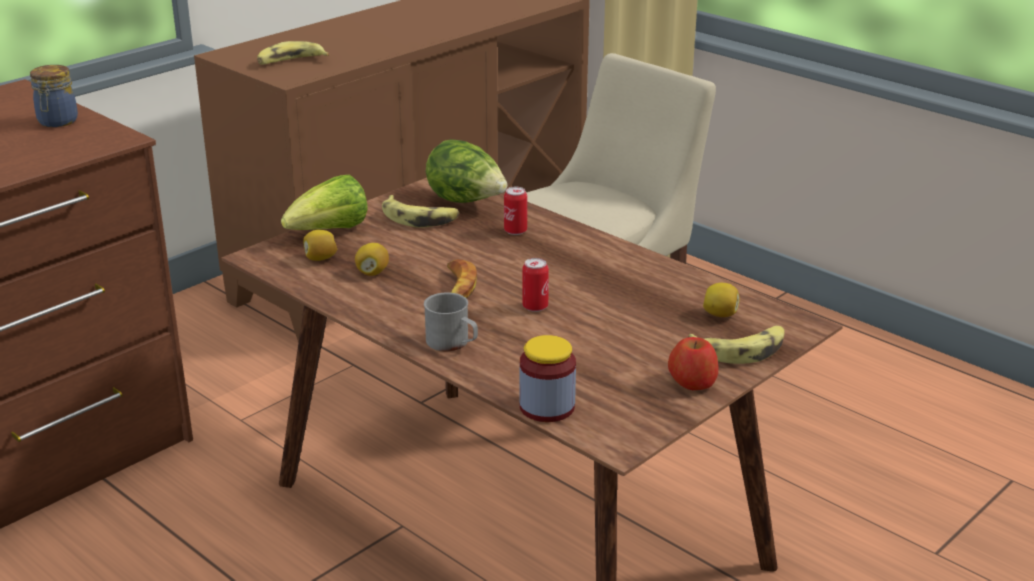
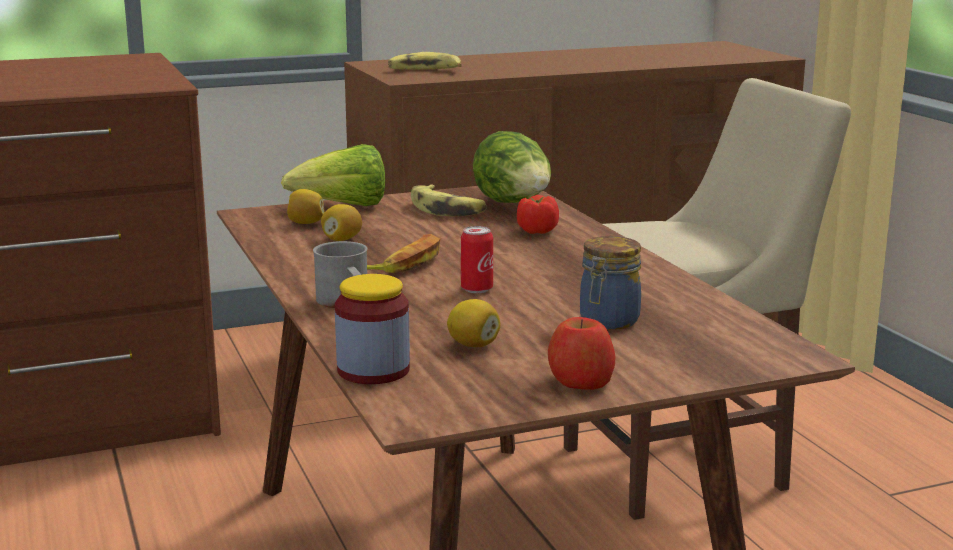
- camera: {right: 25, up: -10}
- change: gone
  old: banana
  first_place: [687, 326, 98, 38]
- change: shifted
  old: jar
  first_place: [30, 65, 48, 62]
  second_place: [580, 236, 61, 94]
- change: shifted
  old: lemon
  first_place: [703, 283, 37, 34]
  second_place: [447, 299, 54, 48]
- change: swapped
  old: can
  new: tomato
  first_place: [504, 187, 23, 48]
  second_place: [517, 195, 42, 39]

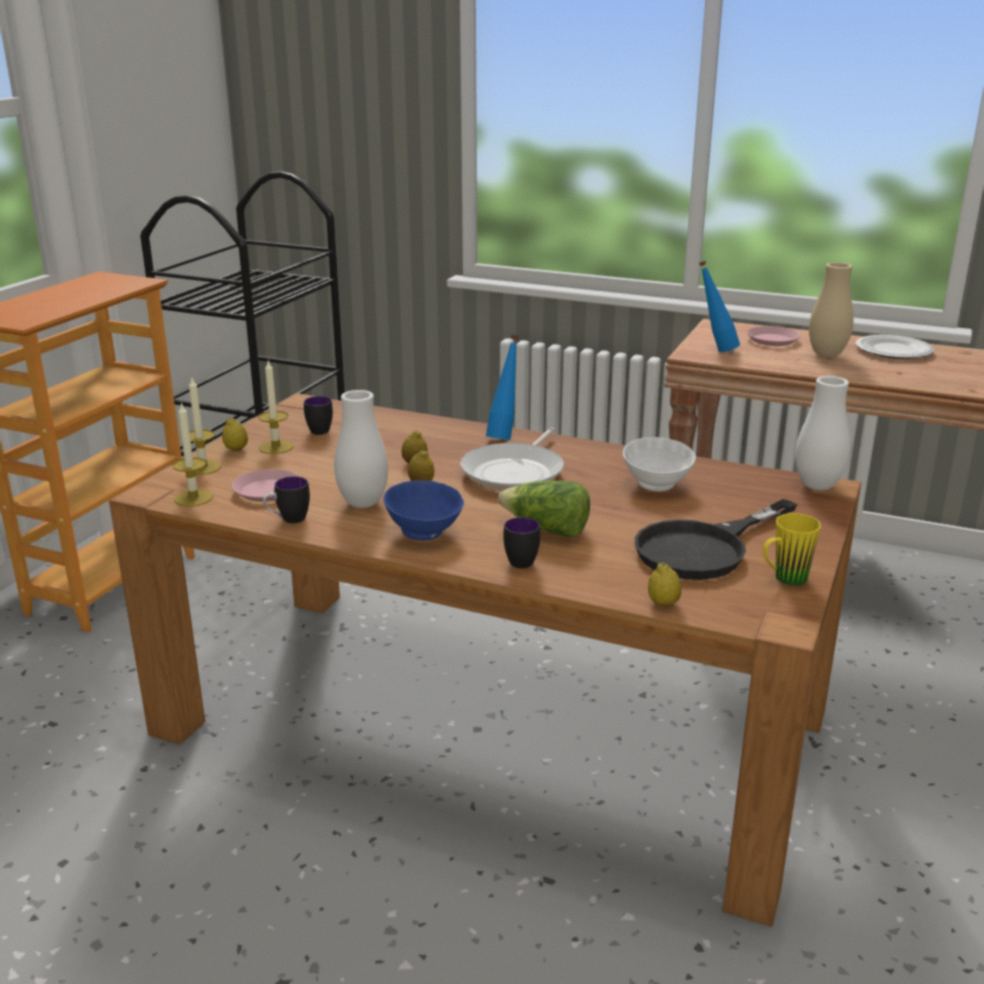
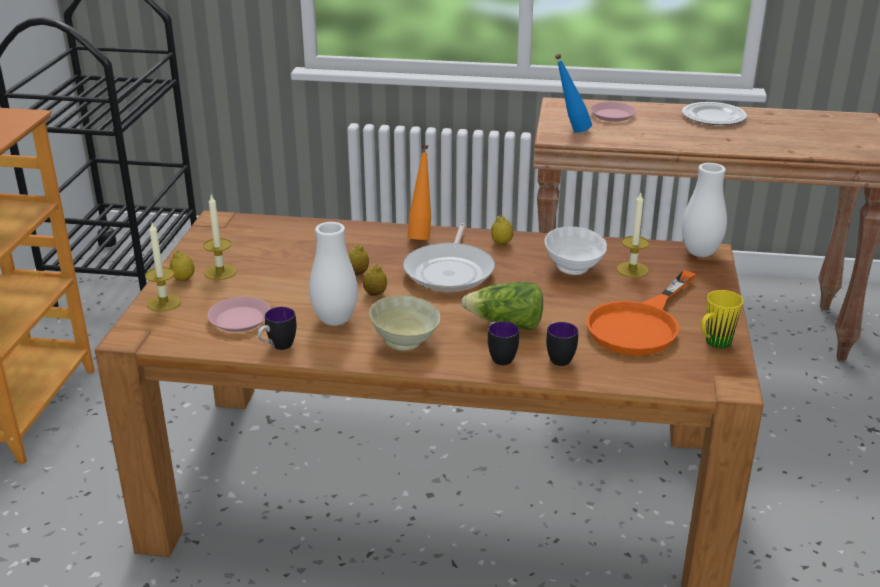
- camera: {right: -15, up: 5}
- change: gone
  old: vase/beige
  first_place: [809, 262, 45, 95]
- change: shifted
  old: candle
  first_place: [173, 402, 40, 105]
  second_place: [617, 193, 32, 85]
- change: shifted
  old: mug
  first_place: [304, 396, 29, 39]
  second_place: [546, 322, 32, 44]
- change: shifted
  old: lemon
  first_place: [648, 563, 33, 43]
  second_place: [491, 216, 22, 28]
- change: repainted
  old: bowl/blue
  new: bowl/beige
  first_place: [383, 480, 81, 60]
  second_place: [369, 295, 71, 56]
- change: repainted
  old: bottle/blue
  new: bottle/orange
  first_place: [486, 335, 33, 105]
  second_place: [407, 145, 24, 95]
- change: repainted
  old: frying pan/black
  new: frying pan/orange
  first_place: [635, 499, 162, 81]
  second_place: [586, 270, 110, 86]

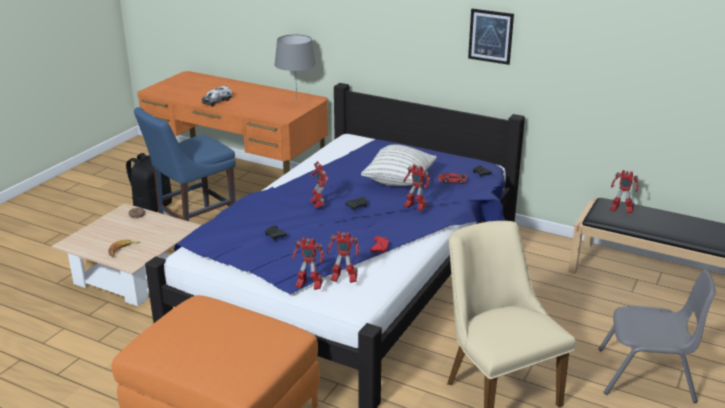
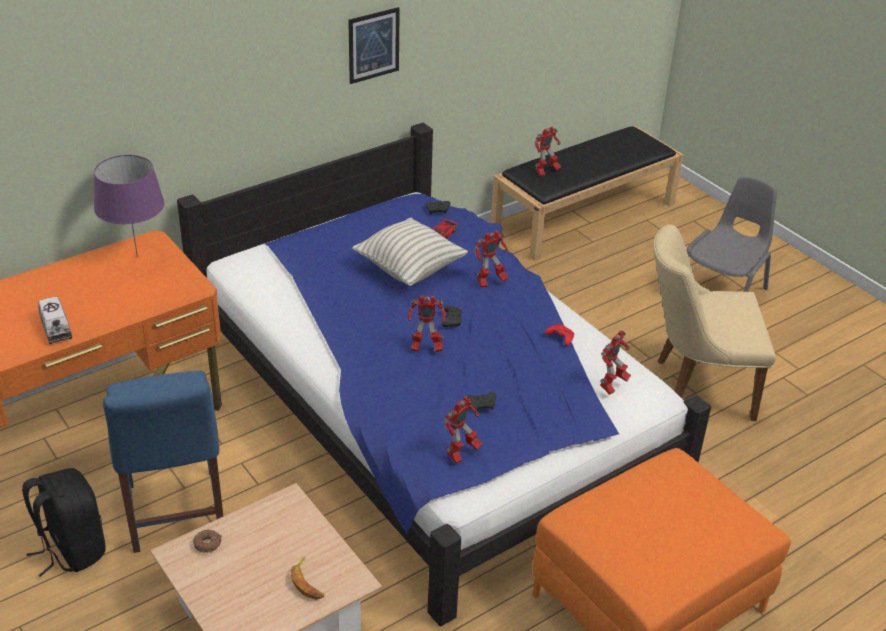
- camera: {right: -65, up: 10}
- change: shifted
  old: toy robot
  first_place: [292, 237, 32, 53]
  second_place: [444, 396, 39, 68]
- change: repainted
  old: table lamp/grey
  new: table lamp/purple
  first_place: [274, 34, 42, 66]
  second_place: [94, 155, 71, 102]

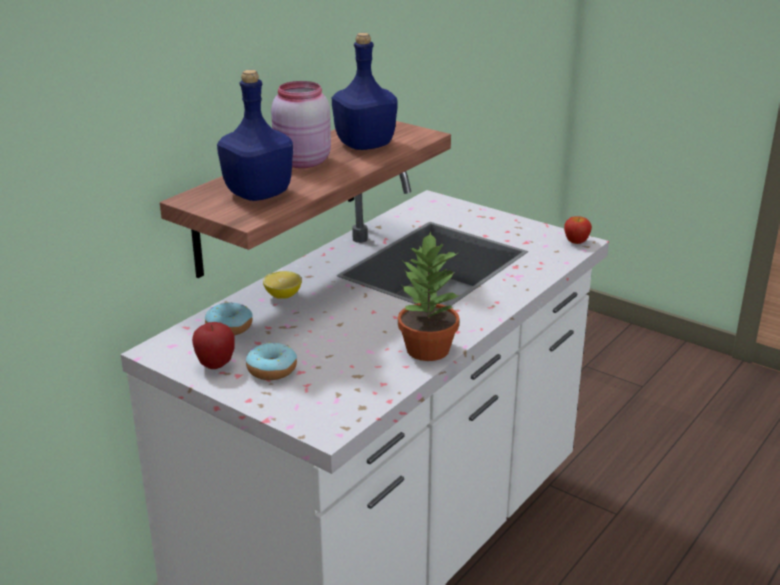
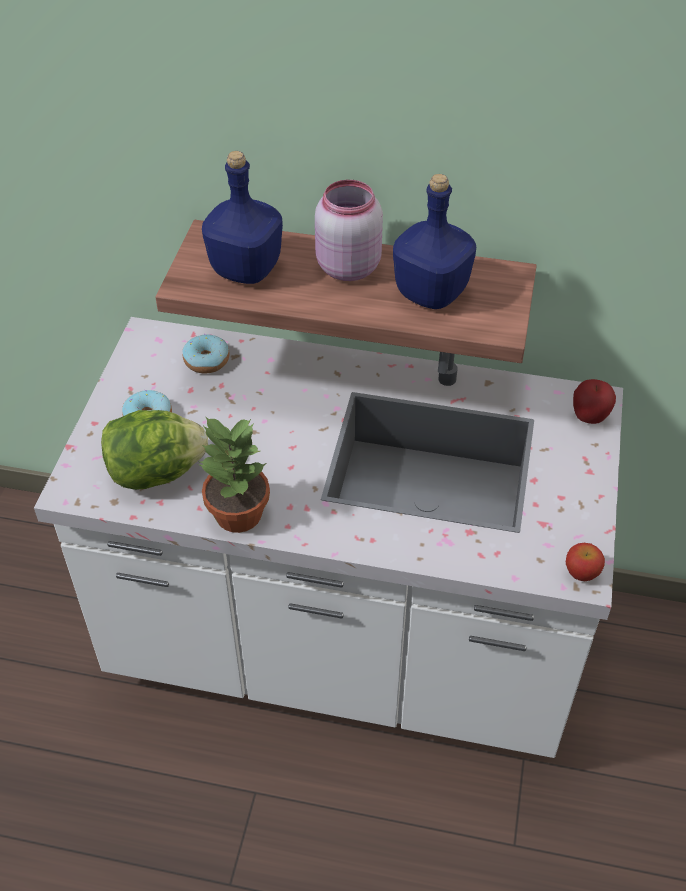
- camera: {right: 65, up: 20}
- change: gone
  old: lemon
  first_place: [263, 271, 39, 28]
- change: new
  new: lettuce
  second_place: [101, 410, 107, 80]
- change: shifted
  old: apple
  first_place: [192, 322, 43, 47]
  second_place: [573, 379, 43, 45]

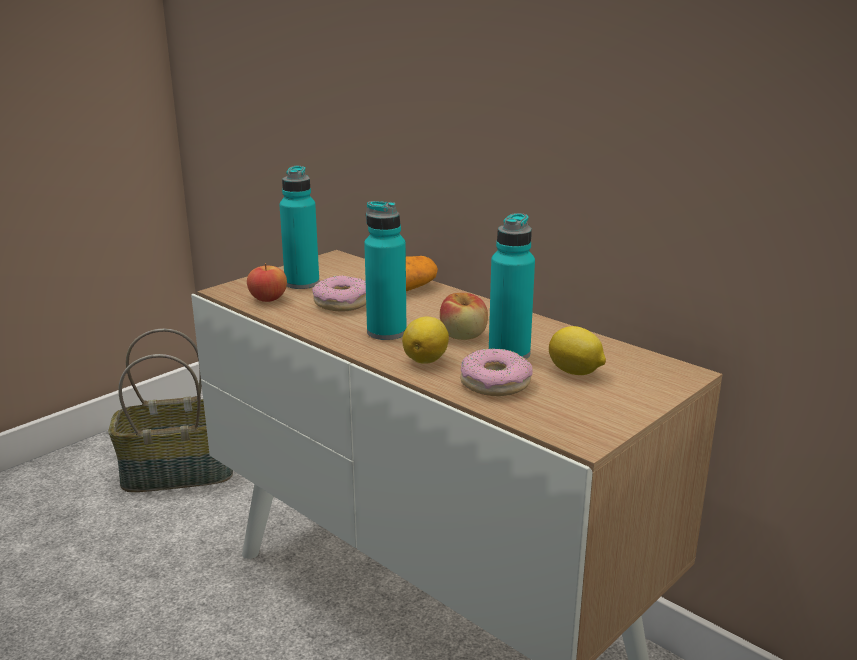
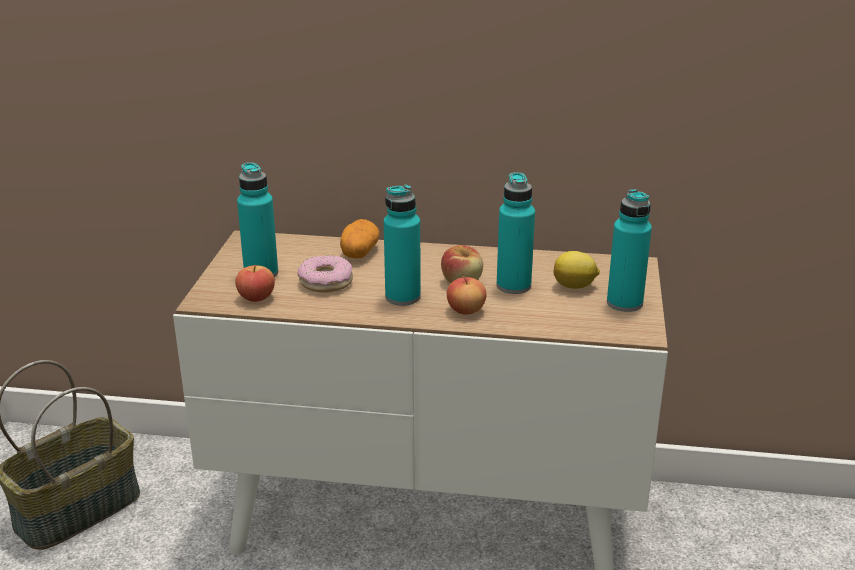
- camera: {right: -35, up: 5}
- change: gone
  old: donut
  first_place: [460, 348, 73, 48]
- change: new
  new: bottle/turquoise
  second_place: [607, 189, 45, 123]
- change: swapped
  old: lemon
  new: apple
  first_place: [402, 316, 47, 48]
  second_place: [447, 276, 39, 39]

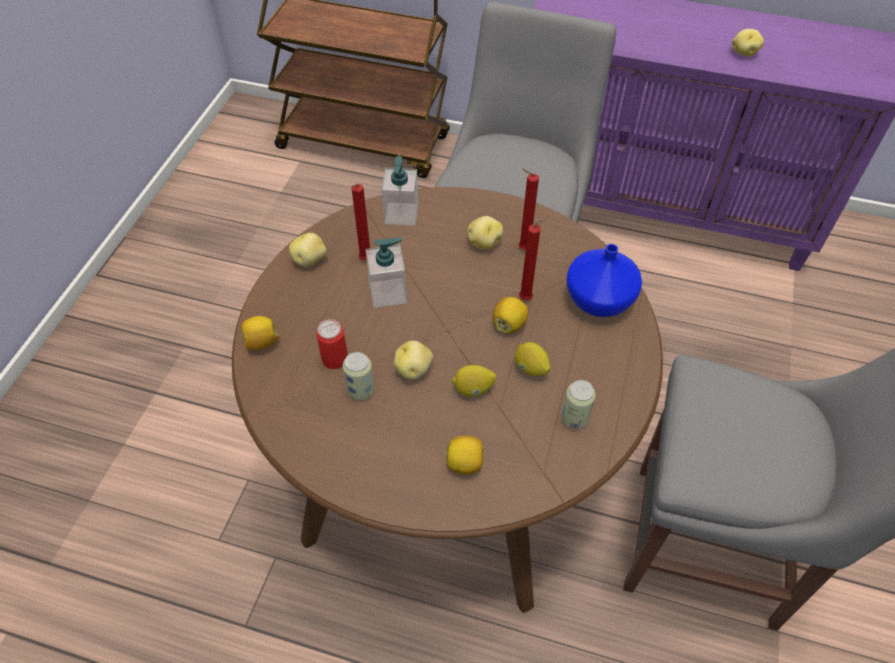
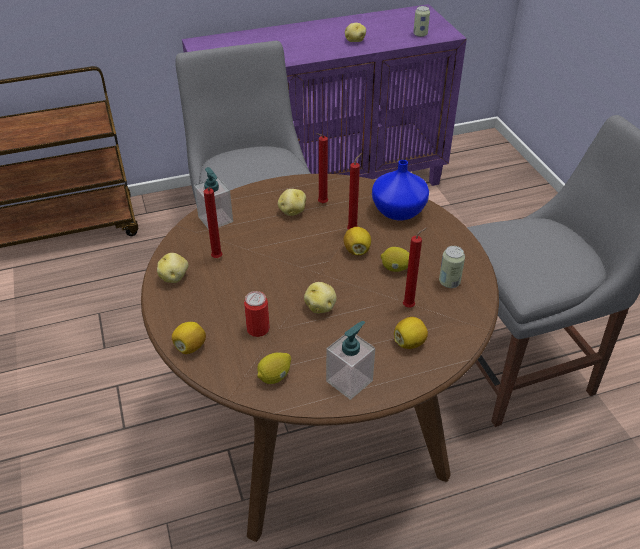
- camera: {right: -35, up: -10}
- change: new
  new: candle/red
  second_place: [403, 227, 24, 81]
- change: shifted
  old: can
  first_place: [343, 352, 32, 48]
  second_place: [413, 6, 17, 31]
- change: shifted
  old: soap dispenser
  first_place: [366, 238, 41, 70]
  second_place: [326, 321, 49, 79]
- change: shifted
  old: lemon
  first_place: [452, 365, 44, 32]
  second_place: [257, 353, 34, 31]

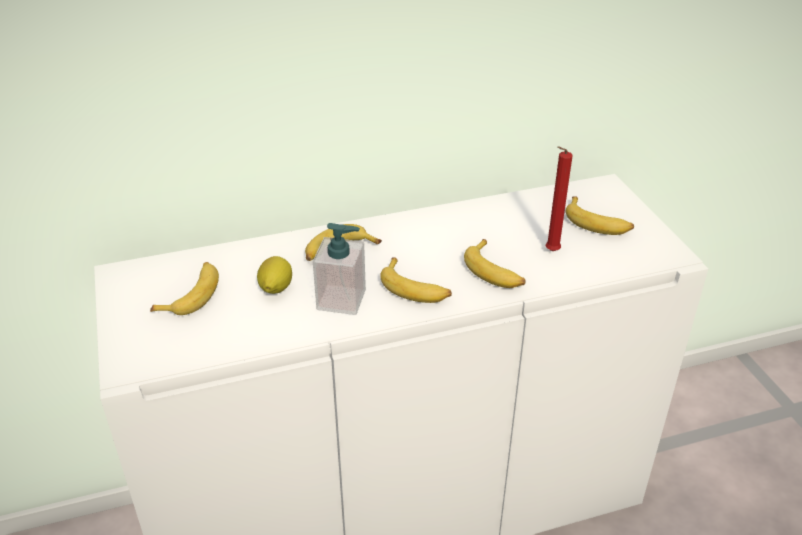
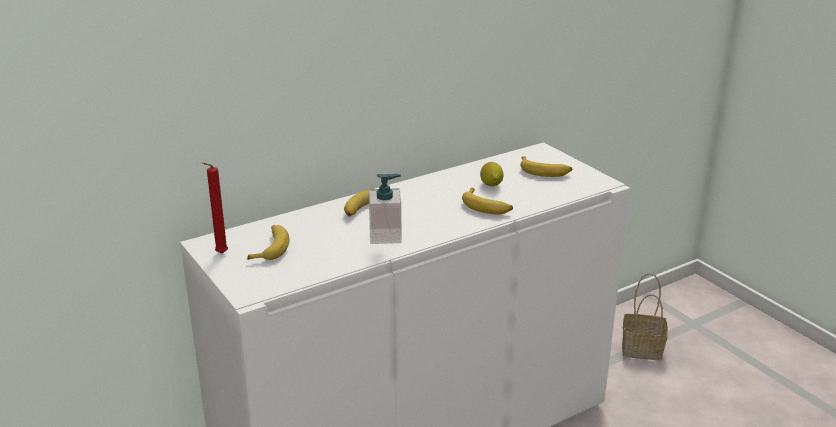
- camera: {right: -15, up: -10}
- change: gone
  old: banana
  first_place: [380, 257, 72, 46]
- change: new
  new: basket
  second_place: [622, 273, 46, 87]
- change: shifted
  old: lemon
  first_place: [257, 256, 35, 38]
  second_place: [480, 162, 23, 24]
- change: shifted
  old: candle/red
  first_place: [546, 146, 27, 105]
  second_place: [202, 163, 26, 90]

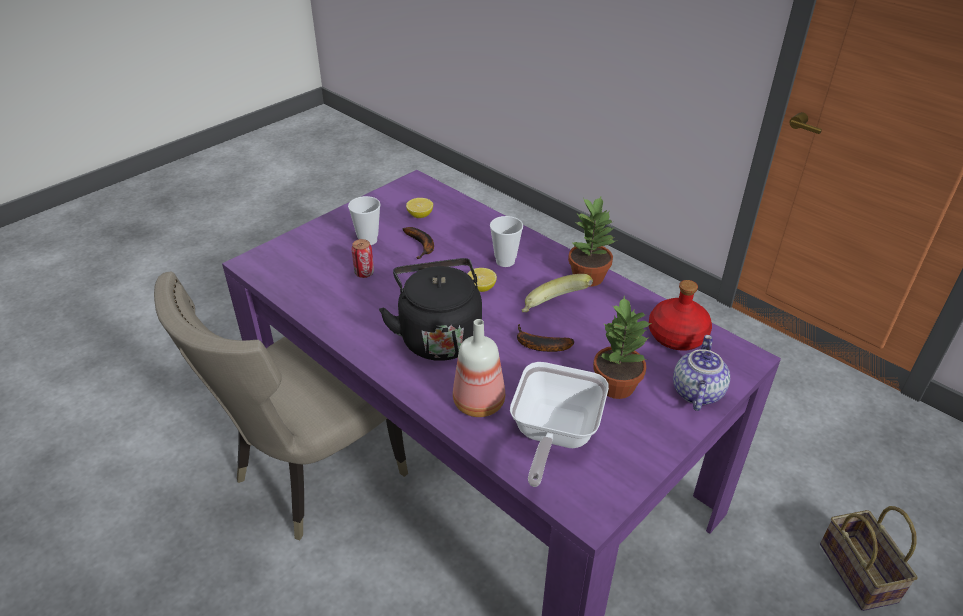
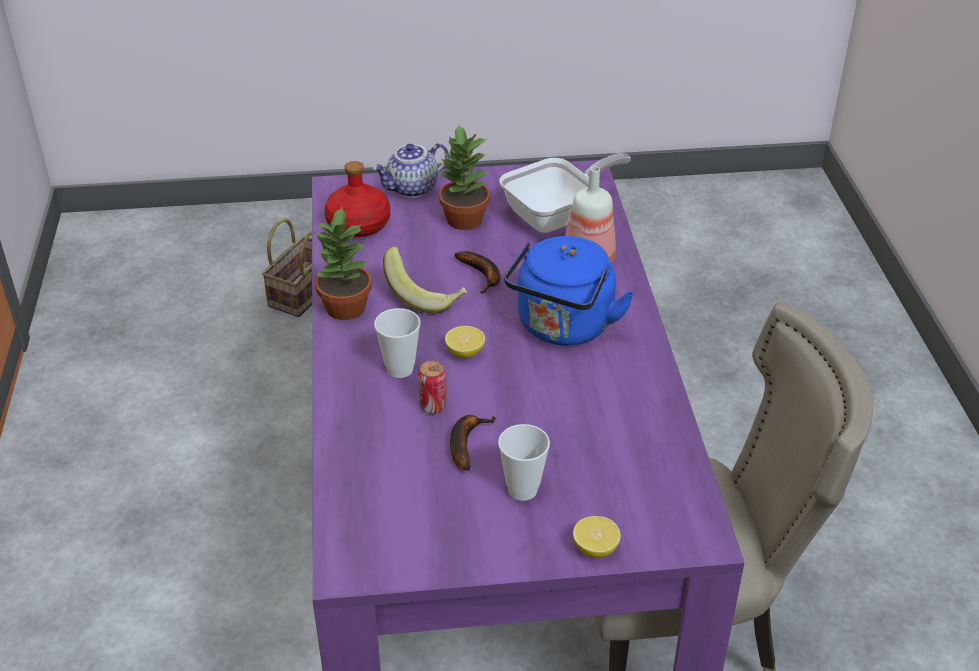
- camera: {right: -140, up: 0}
- change: shifted
  old: can
  first_place: [351, 239, 23, 39]
  second_place: [418, 361, 29, 53]
- change: shifted
  old: lemon
  first_place: [406, 198, 27, 20]
  second_place: [573, 516, 48, 42]
- change: repainted
  old: kettle/black
  new: kettle/blue
  first_place: [379, 258, 103, 103]
  second_place: [504, 236, 130, 110]

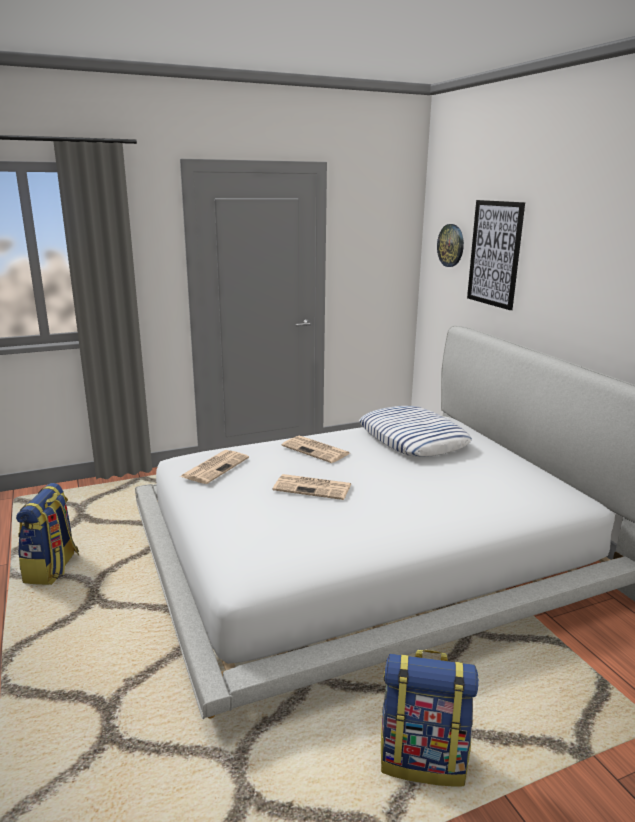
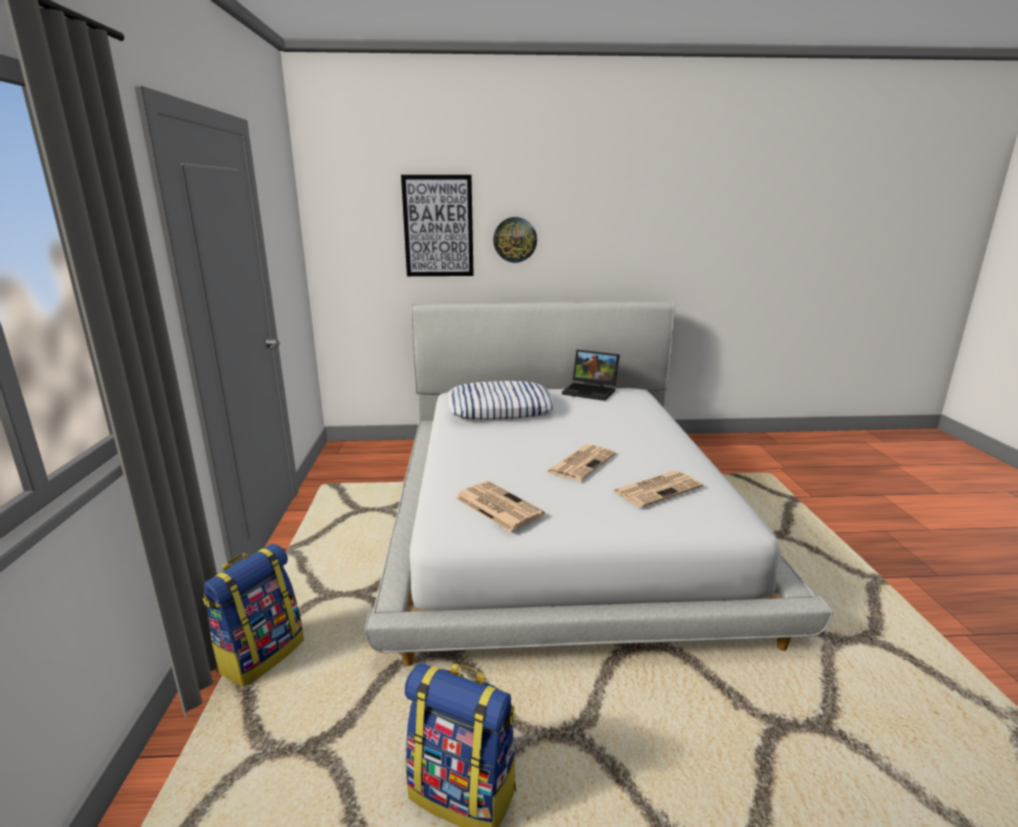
- camera: {right: -70, up: 0}
- change: new
  new: laptop
  second_place: [562, 350, 58, 51]
- change: shifted
  old: newspaper
  first_place: [282, 436, 68, 27]
  second_place: [613, 471, 90, 36]
- change: shifted
  old: backpack
  first_place: [381, 650, 98, 136]
  second_place: [203, 544, 101, 143]
- change: shifted
  old: wall clock
  first_place: [437, 224, 27, 43]
  second_place: [493, 217, 44, 46]

